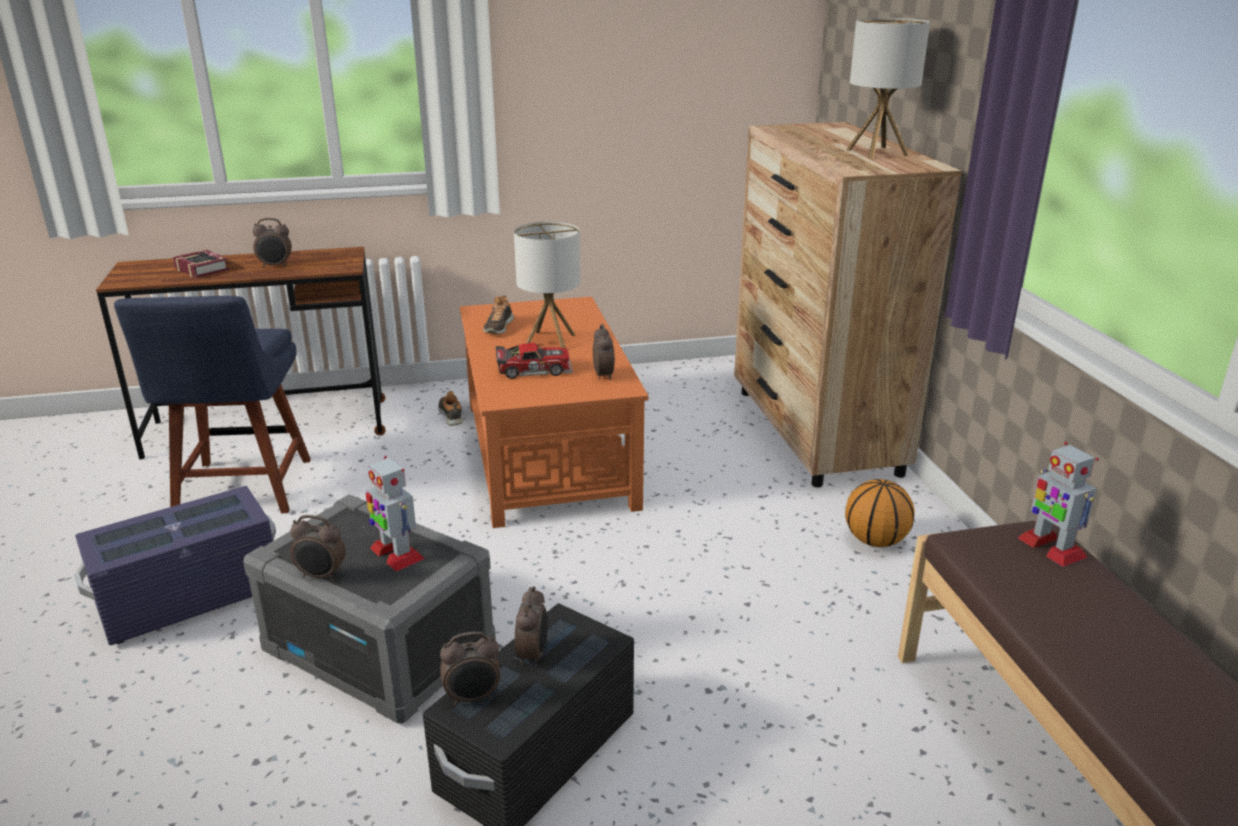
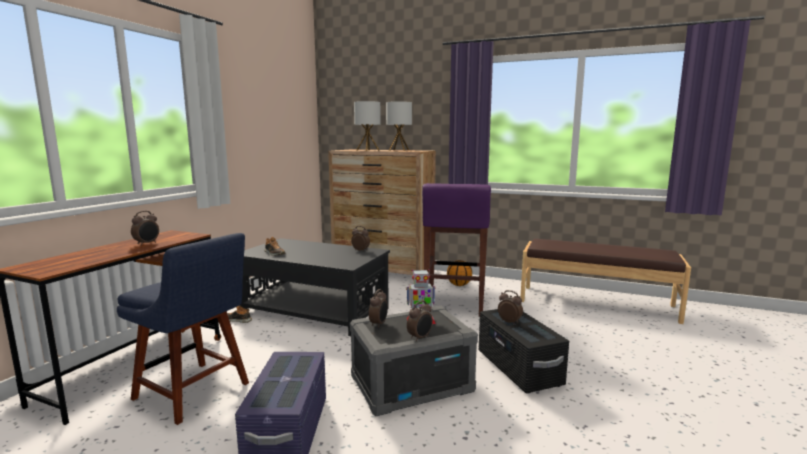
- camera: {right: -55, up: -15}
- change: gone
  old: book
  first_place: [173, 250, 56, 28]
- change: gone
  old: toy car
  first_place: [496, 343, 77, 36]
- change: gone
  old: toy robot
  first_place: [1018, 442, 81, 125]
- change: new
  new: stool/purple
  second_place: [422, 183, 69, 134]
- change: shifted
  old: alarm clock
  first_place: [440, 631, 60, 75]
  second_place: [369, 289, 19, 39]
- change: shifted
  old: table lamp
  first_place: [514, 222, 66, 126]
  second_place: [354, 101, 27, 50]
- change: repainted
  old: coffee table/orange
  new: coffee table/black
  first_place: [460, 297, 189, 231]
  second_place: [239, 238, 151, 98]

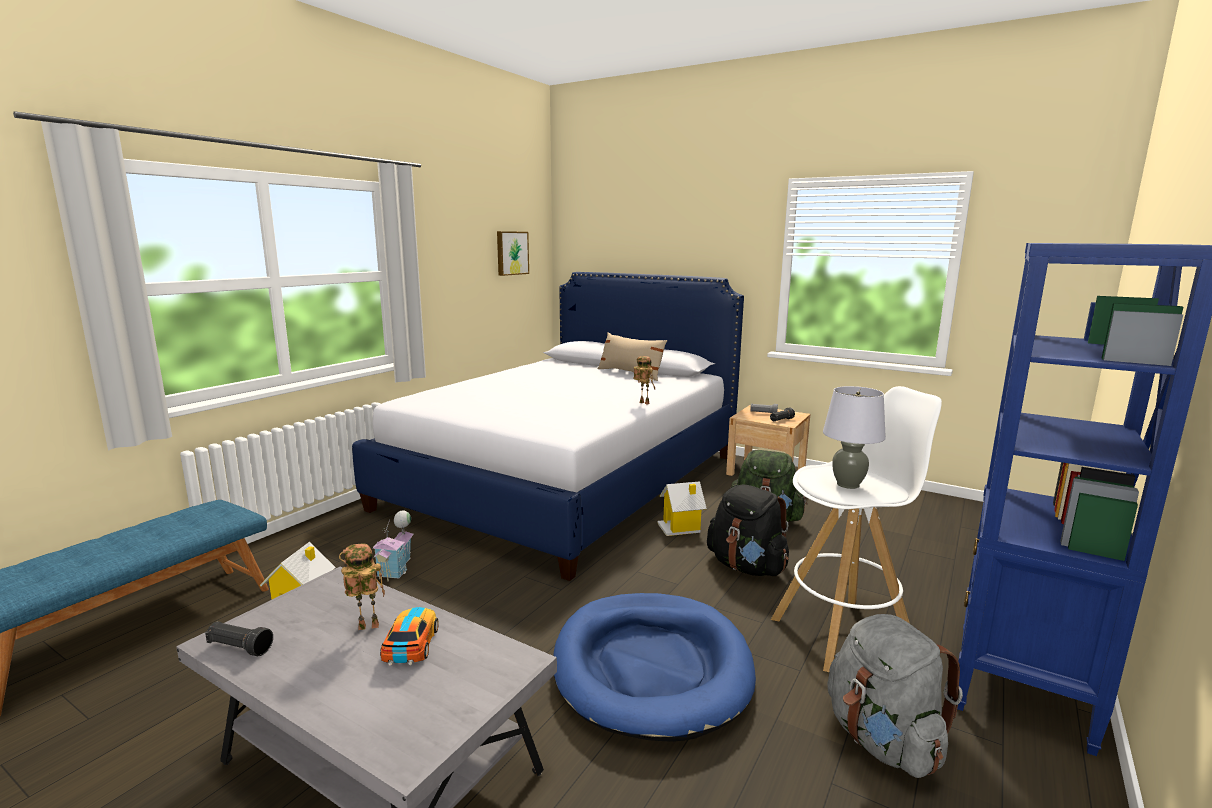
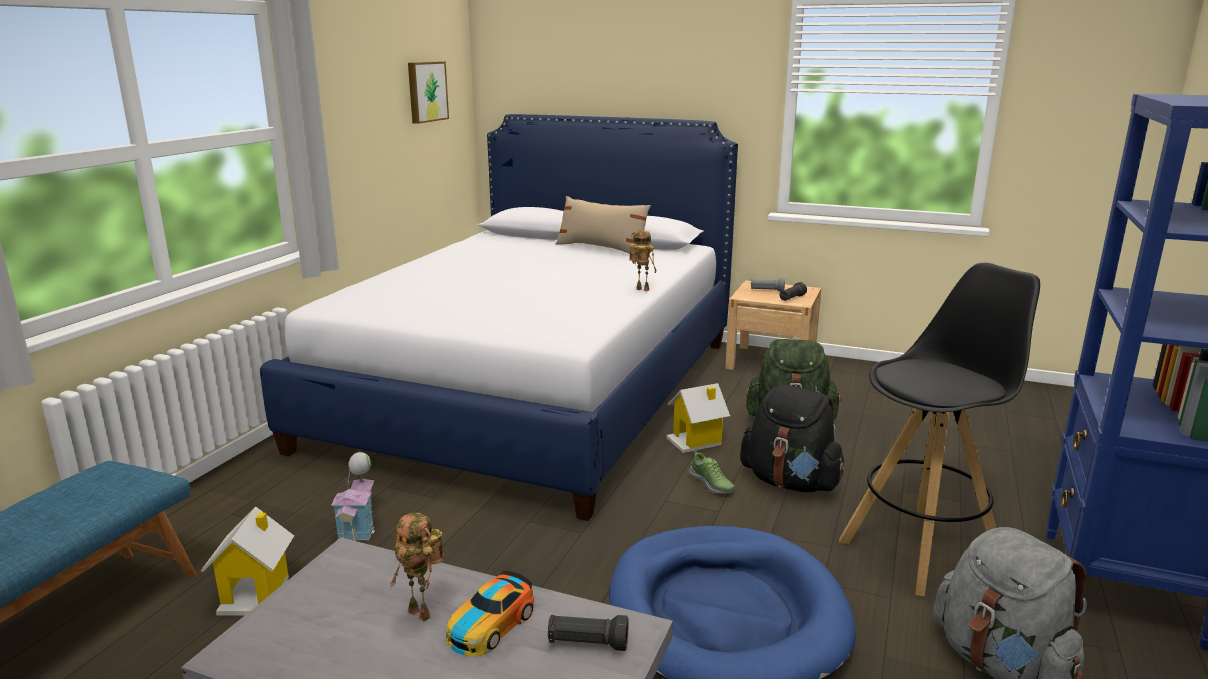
- camera: {right: -10, up: 5}
- change: gone
  old: table lamp/grey
  first_place: [823, 386, 63, 103]
- change: new
  new: shoe
  second_place: [689, 450, 46, 44]
- change: shifted
  old: flashlight/black
  first_place: [205, 621, 68, 35]
  second_place: [548, 615, 81, 36]
- change: repainted
  old: stool/white
  new: stool/black
  first_place: [771, 386, 171, 286]
  second_place: [839, 263, 201, 333]
- change: rotated
  old: toy robot
  first_place: [339, 543, 46, 87]
  second_place: [390, 513, 54, 109]
  degrees: -120
- change: rotated
  old: toy car
  first_place: [380, 607, 59, 58]
  second_place: [446, 571, 88, 86]
  degrees: -135

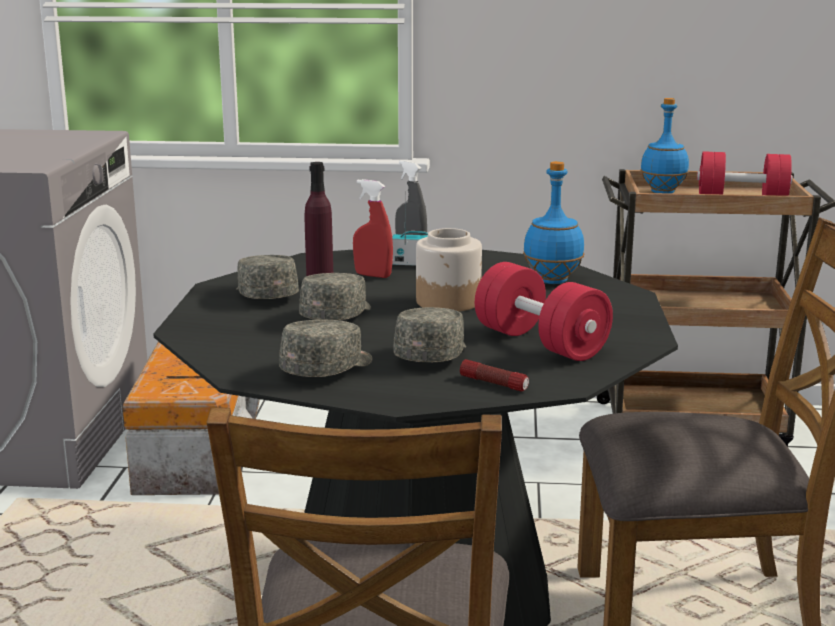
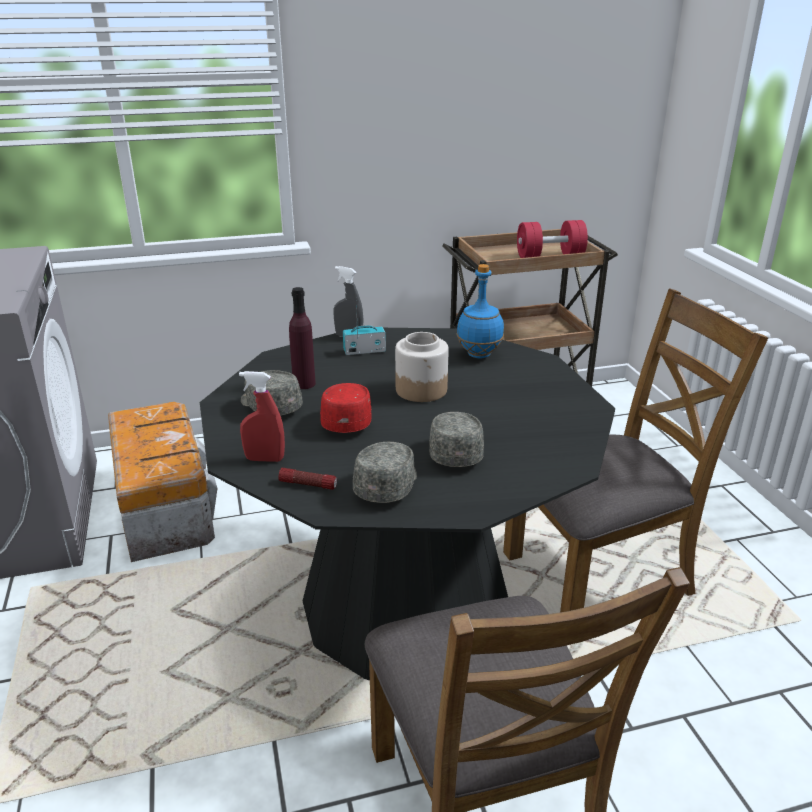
- camera: {right: -20, up: 10}
- change: gone
  old: dumbbell/red
  first_place: [475, 262, 138, 99]
- change: gone
  old: bottle/blue
  first_place: [640, 98, 49, 96]
- change: shifted
  old: spray bottle/red
  first_place: [353, 179, 40, 99]
  second_place: [239, 371, 46, 91]
- change: shifted
  old: flashlight
  first_place: [460, 359, 69, 32]
  second_place: [278, 468, 59, 22]
- change: repainted
  old: cap/grey
  new: cap/red
  first_place: [299, 273, 72, 47]
  second_place: [320, 383, 51, 50]

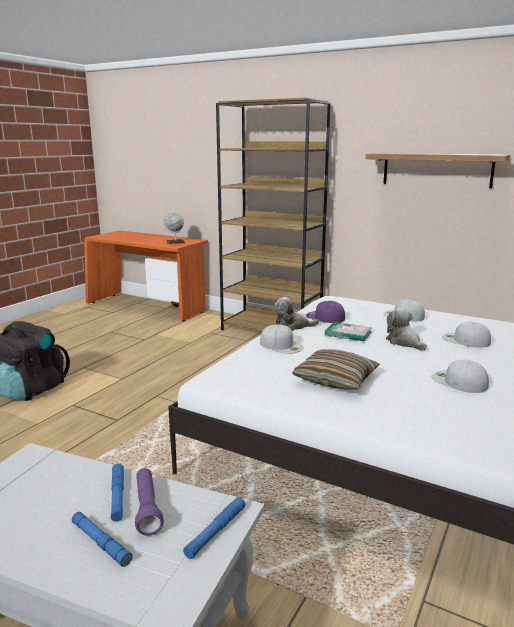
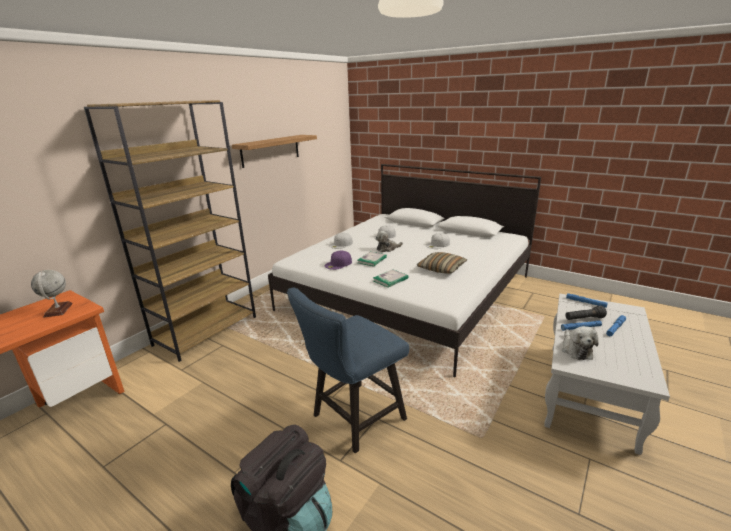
- camera: {right: -85, up: 5}
- change: new
  new: chair/blue
  second_place: [287, 288, 122, 165]
- change: shifted
  old: plush toy
  first_place: [273, 297, 46, 34]
  second_place: [562, 326, 36, 34]
- change: swapped
  old: cap/white
  new: book
  first_place: [260, 324, 44, 30]
  second_place: [373, 269, 35, 19]
- change: repainted
  old: flashlight/purple
  new: flashlight/black
  first_place: [135, 468, 29, 68]
  second_place: [565, 306, 42, 14]

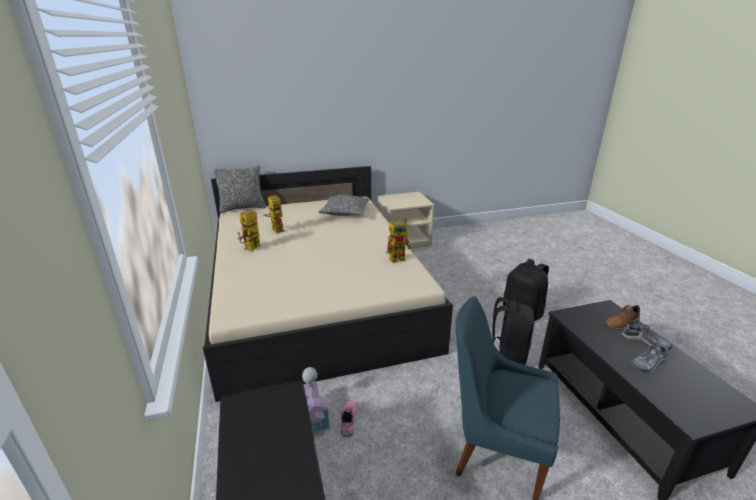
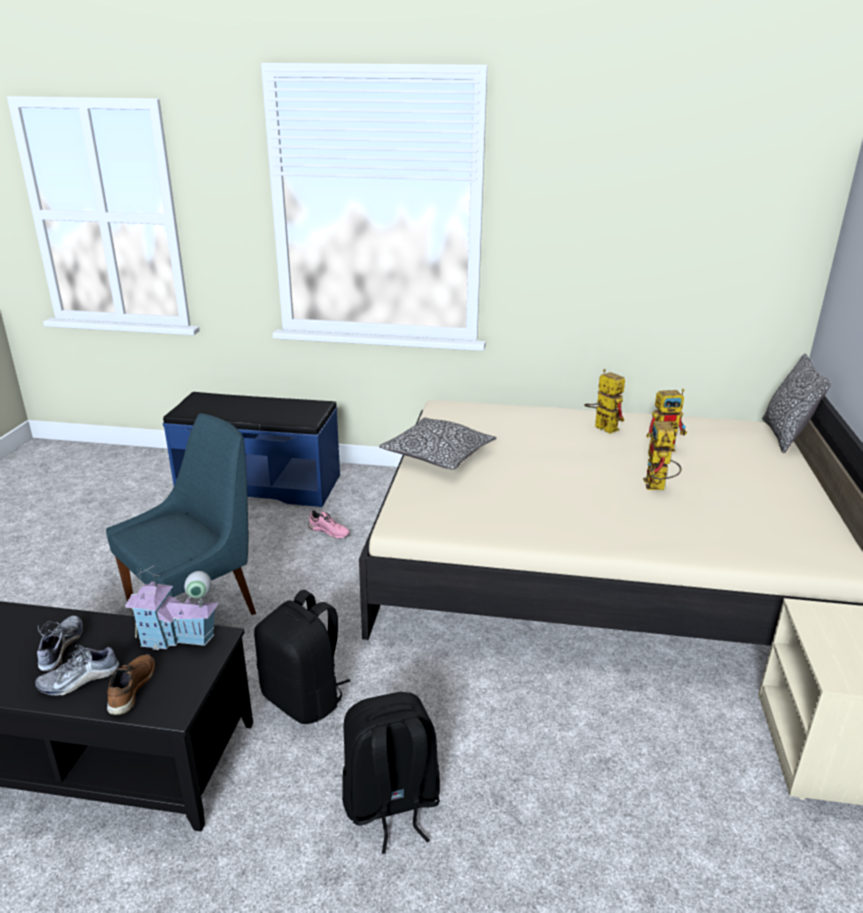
- camera: {right: 115, up: 0}
- change: shifted
  old: toy house
  first_place: [302, 367, 28, 68]
  second_place: [125, 566, 95, 84]
- change: shifted
  old: pillow
  first_place: [319, 195, 51, 21]
  second_place: [379, 417, 118, 53]
- change: shifted
  old: toy robot
  first_place: [386, 219, 26, 44]
  second_place: [643, 421, 39, 69]

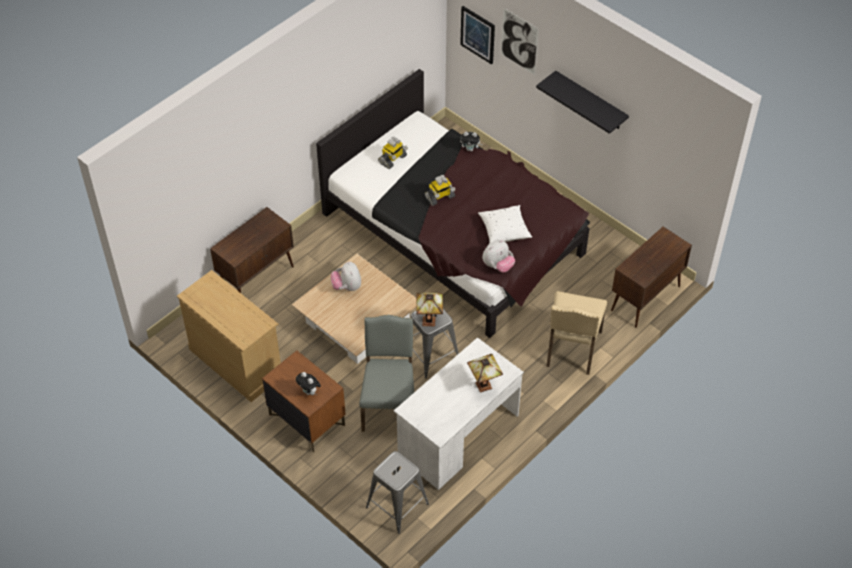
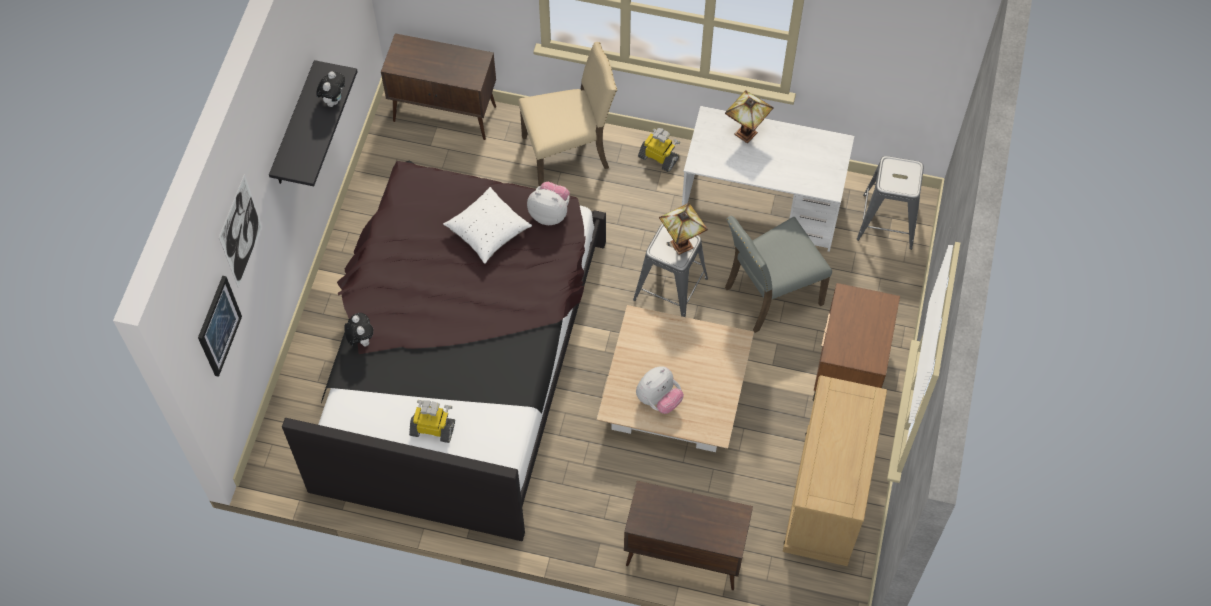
- camera: {right: -120, up: 10}
- change: shifted
  old: plush toy
  first_place: [296, 372, 25, 23]
  second_place: [316, 71, 29, 36]
- change: shifted
  old: toy robot
  first_place: [425, 175, 30, 31]
  second_place: [638, 128, 42, 44]

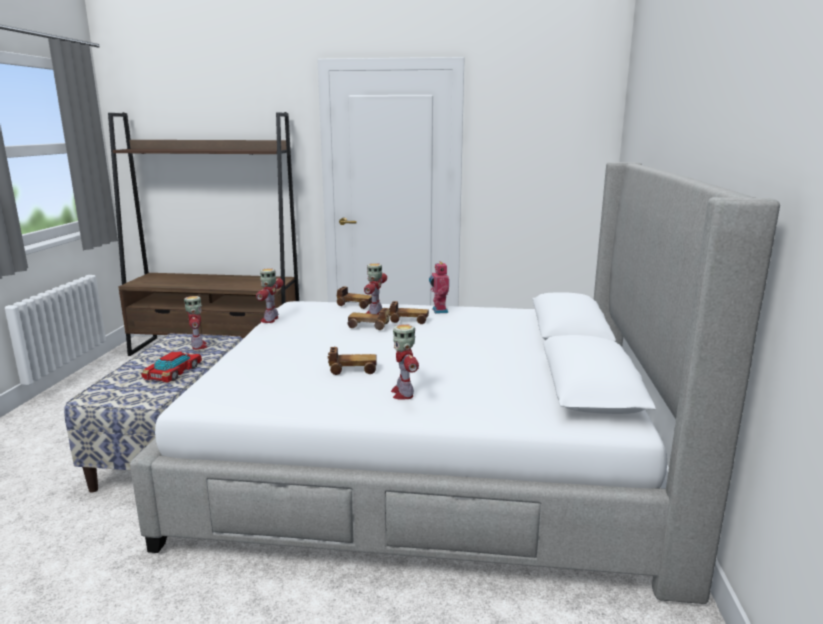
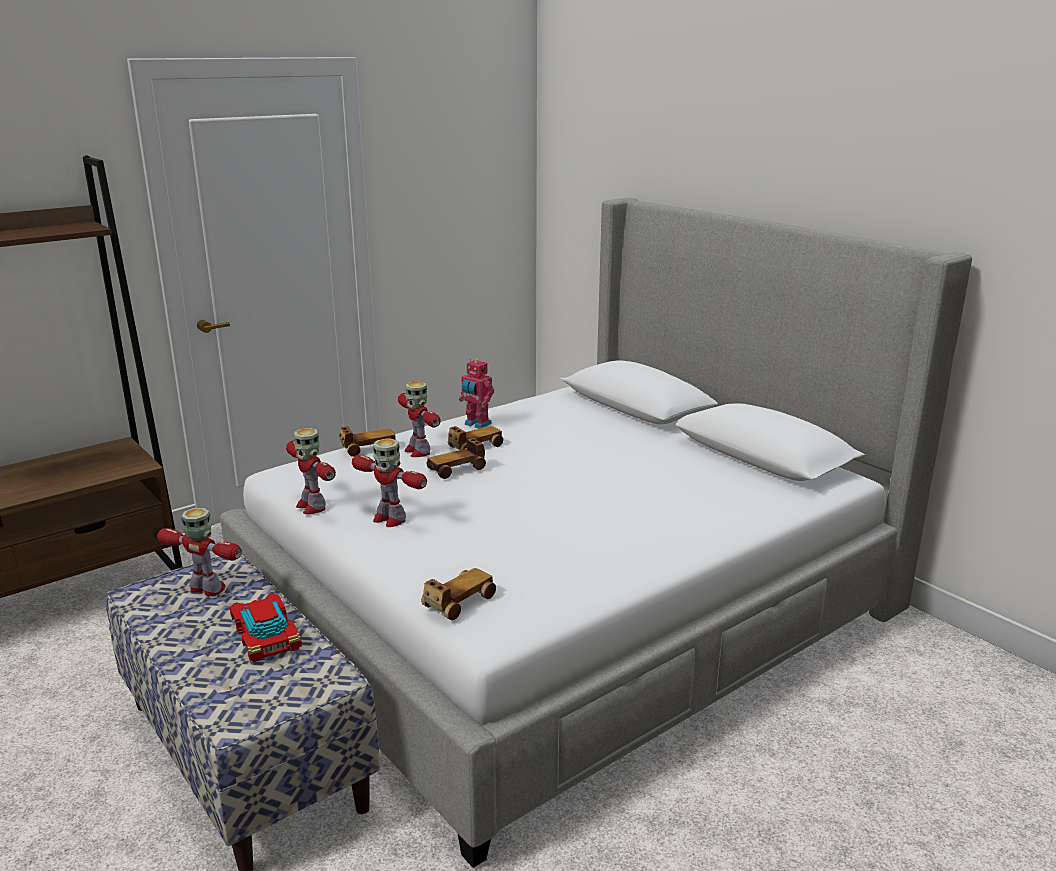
- camera: {right: -45, up: 5}
- change: shifted
  old: toy car
  first_place: [328, 347, 49, 28]
  second_place: [421, 568, 75, 52]
- change: shifted
  old: toy robot
  first_place: [391, 324, 28, 76]
  second_place: [352, 438, 75, 89]

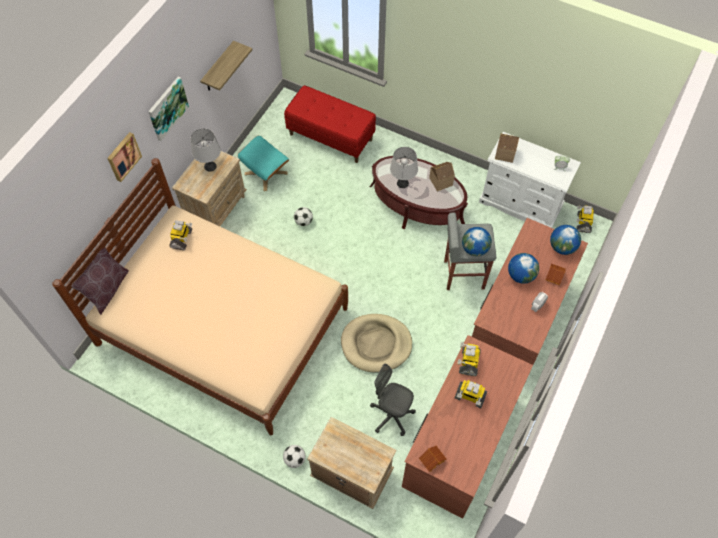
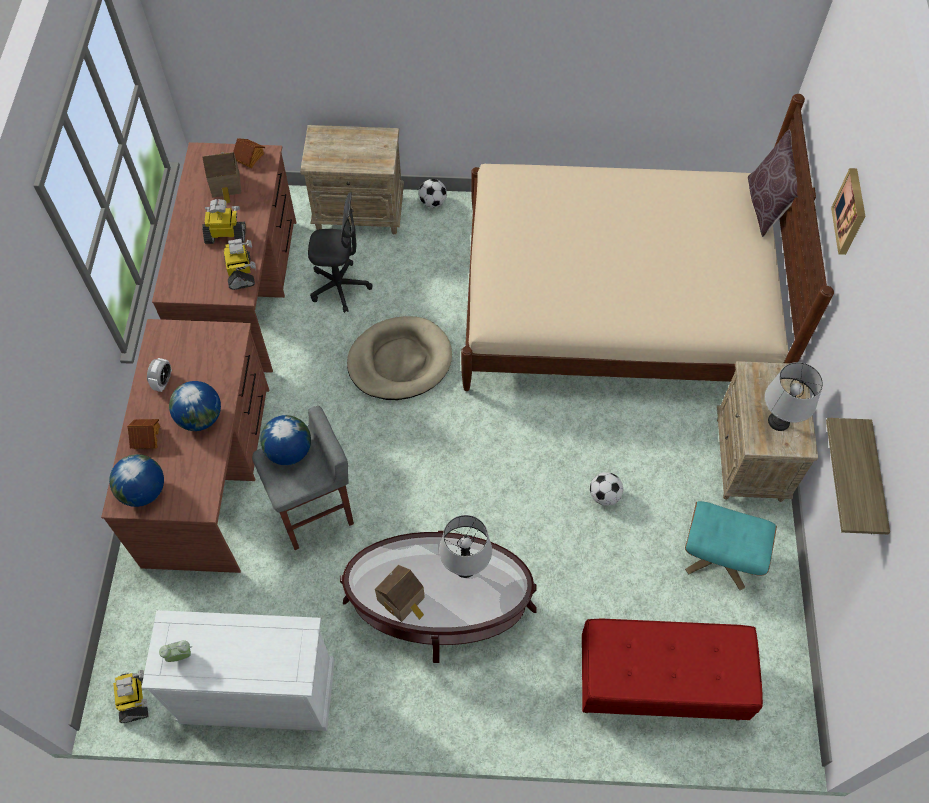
- camera: {right: 155, up: 0}
- change: gone
  old: picture
  first_place: [148, 77, 41, 64]
- change: gone
  old: toy robot
  first_place: [169, 220, 23, 30]
- change: shifted
  old: toy house
  first_place: [495, 134, 24, 29]
  second_place: [202, 152, 40, 51]

